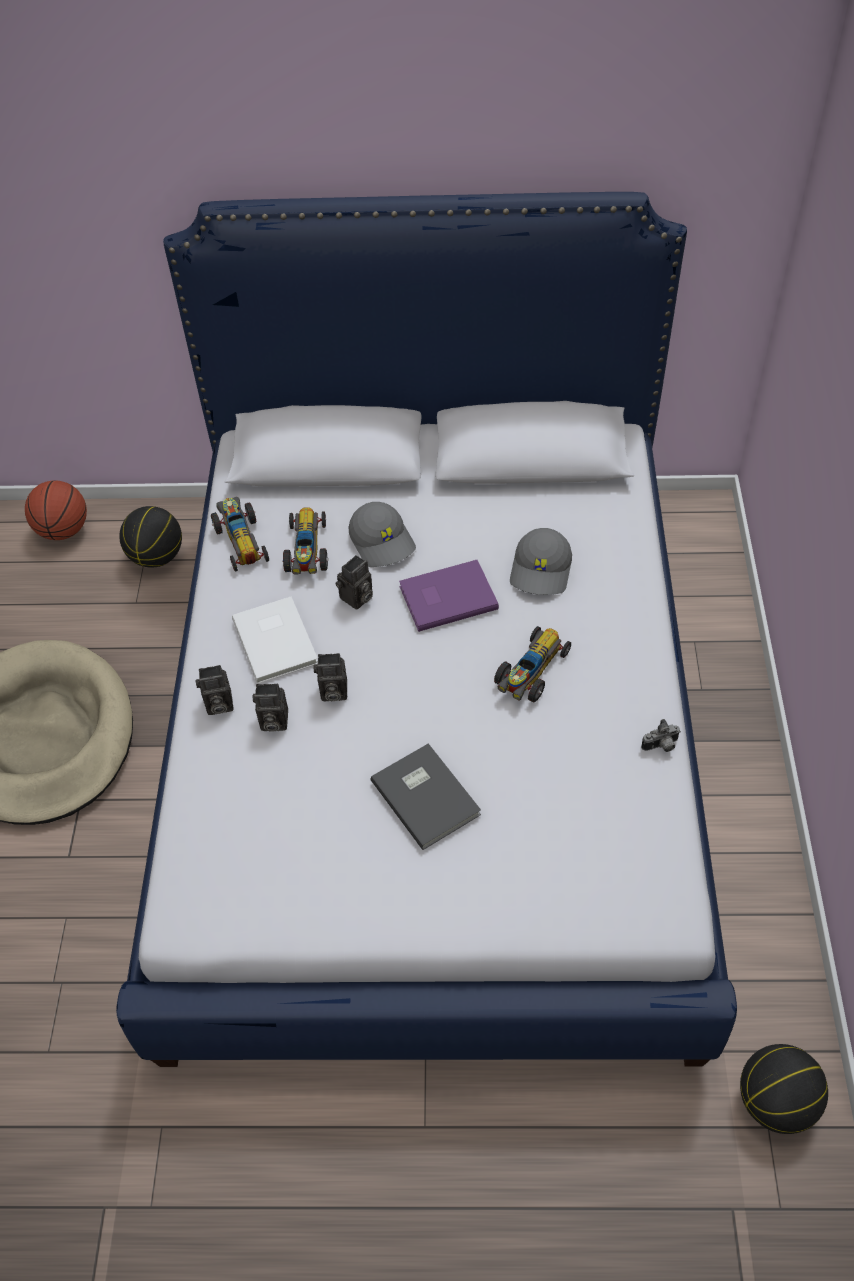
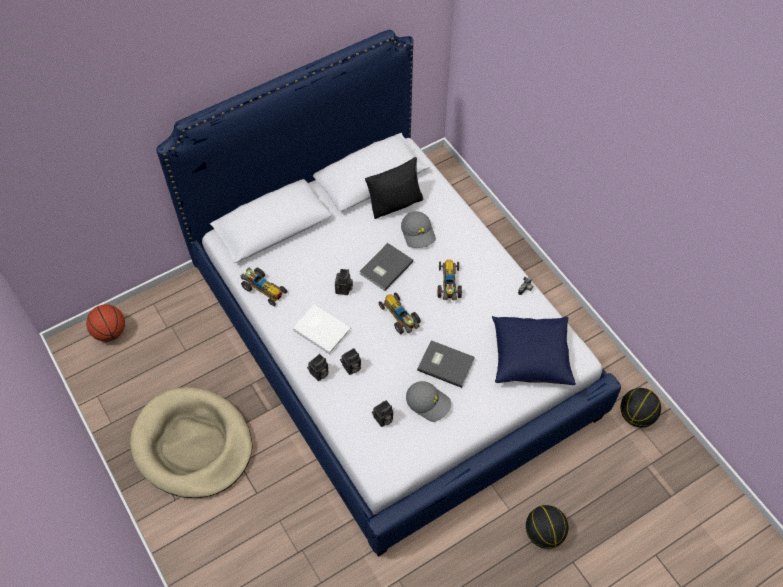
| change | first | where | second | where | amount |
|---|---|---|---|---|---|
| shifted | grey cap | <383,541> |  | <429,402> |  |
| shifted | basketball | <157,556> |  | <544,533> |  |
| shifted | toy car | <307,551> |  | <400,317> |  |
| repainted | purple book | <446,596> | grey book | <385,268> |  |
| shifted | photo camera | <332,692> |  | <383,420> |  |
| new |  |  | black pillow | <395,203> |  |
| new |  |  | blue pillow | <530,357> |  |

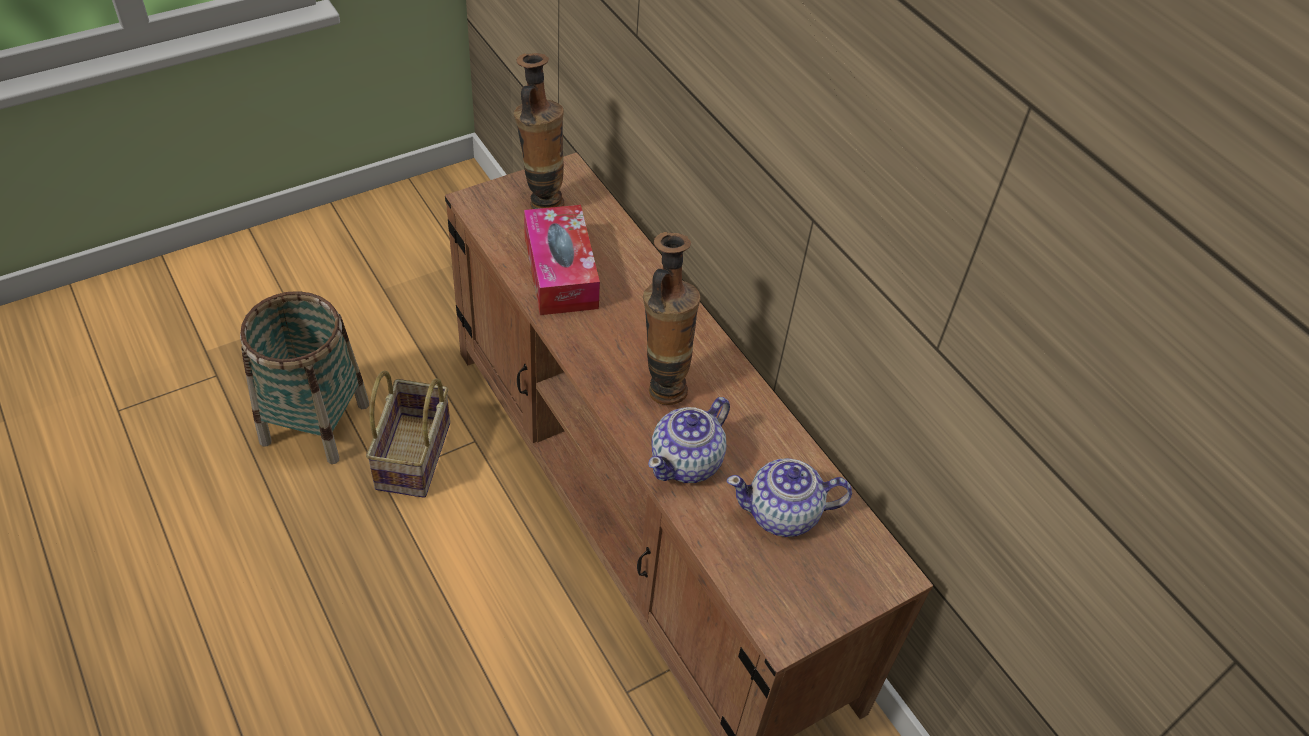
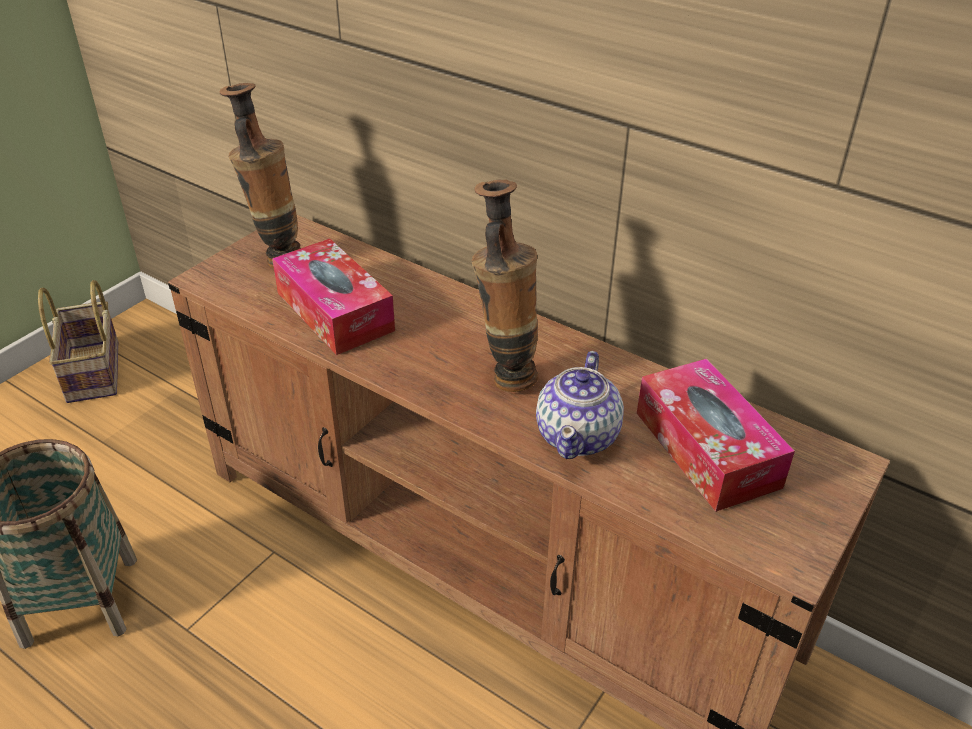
| change | first | where | second | where | amount |
|---|---|---|---|---|---|
| shifted | basket | <414,458> |  | <95,373> |  |
| swapped | teapot | <783,514> | tissue box | <706,449> |  |

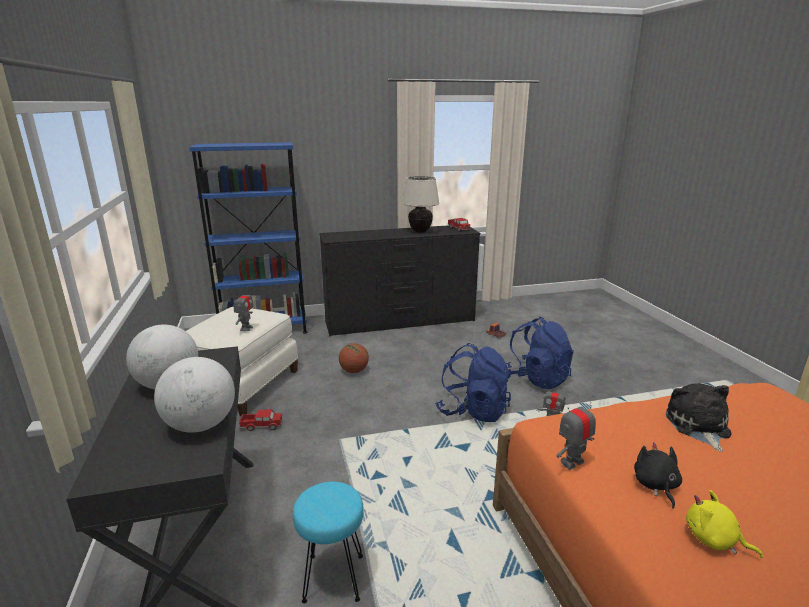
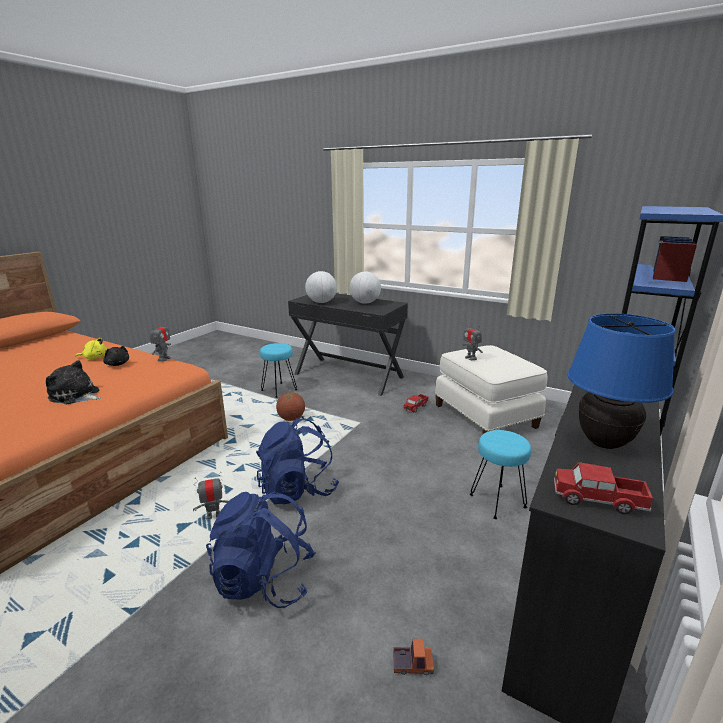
| change | first | where | second | where | amount |
|---|---|---|---|---|---|
| repainted | beige table lamp | <420,231> | blue table lamp | <604,443> |  |
| shifted | basketball | <354,371> |  | <291,419> |  |
| rotated | plush toy | <698,426> |  | <76,396> | 150 degrees clockwise |
| new |  |  | turquoise stool | <497,501> |  |

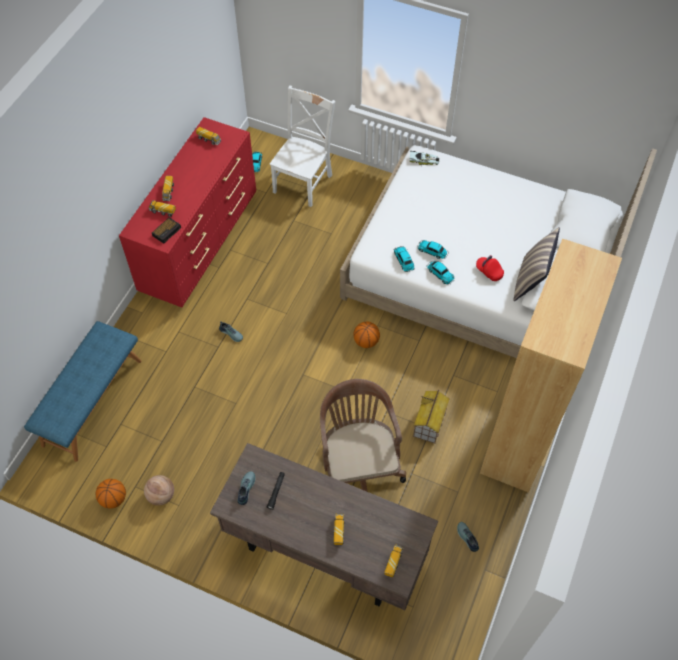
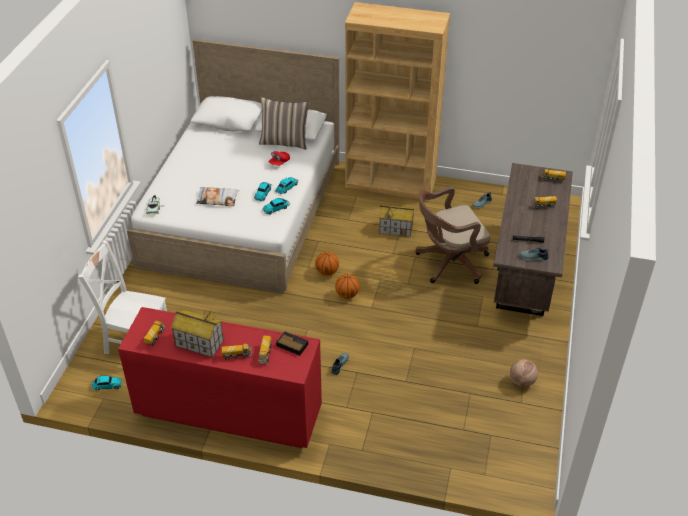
| change | first | where | second | where | amount |
|---|---|---|---|---|---|
| gone | blue bench | <92,401> |  |  |  |
| shifted | basketball | <113,499> |  | <347,295> |  |
| new |  |  | pillow | <217,199> |  |
| new |  |  | toy house | <199,343> |  |

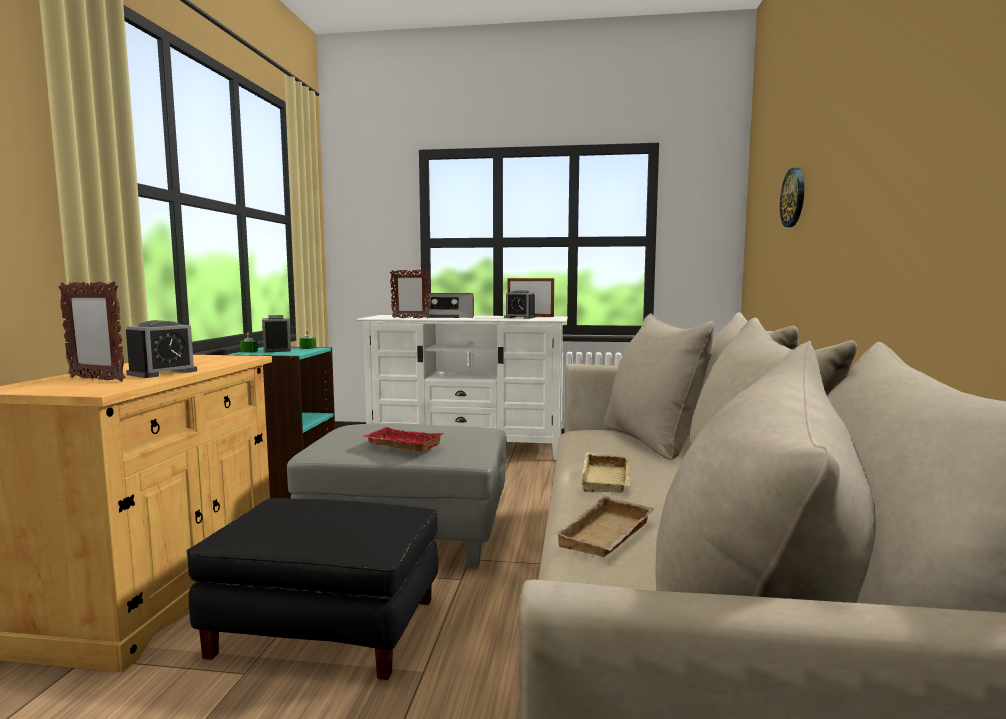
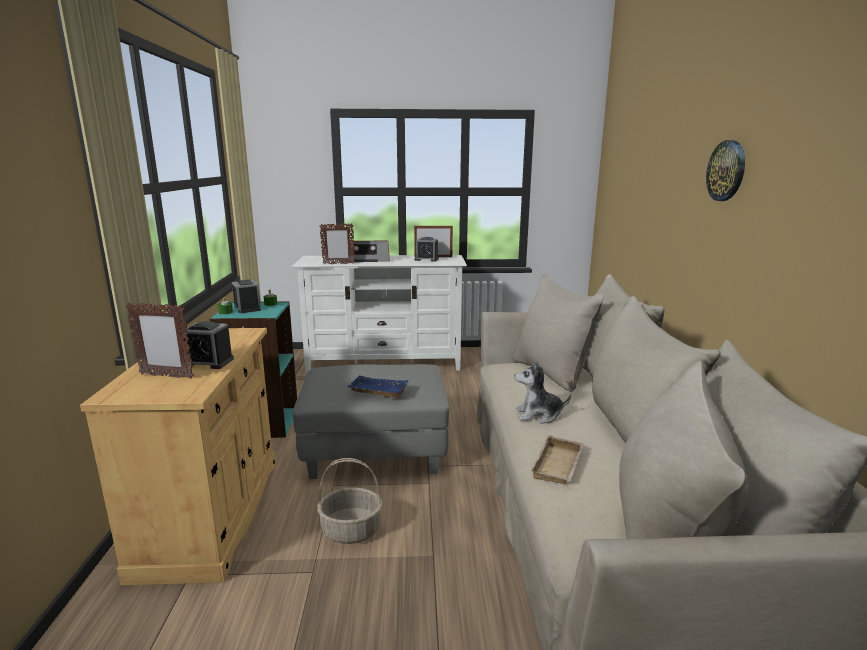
| change | first | where | second | where | amount |
|---|---|---|---|---|---|
| shifted | wall clock | <793,197> |  | <726,171> |  |
| rotated | alarm clock | <162,373> |  | <208,362> | 75 degrees clockwise |
| repainted | red tray | <401,445> | blue tray | <377,391> |  |
| swapped | beige tray | <608,480> | plush toy | <538,415> |  |
| swapped | black ottoman | <327,626> | basket | <352,530> |  |

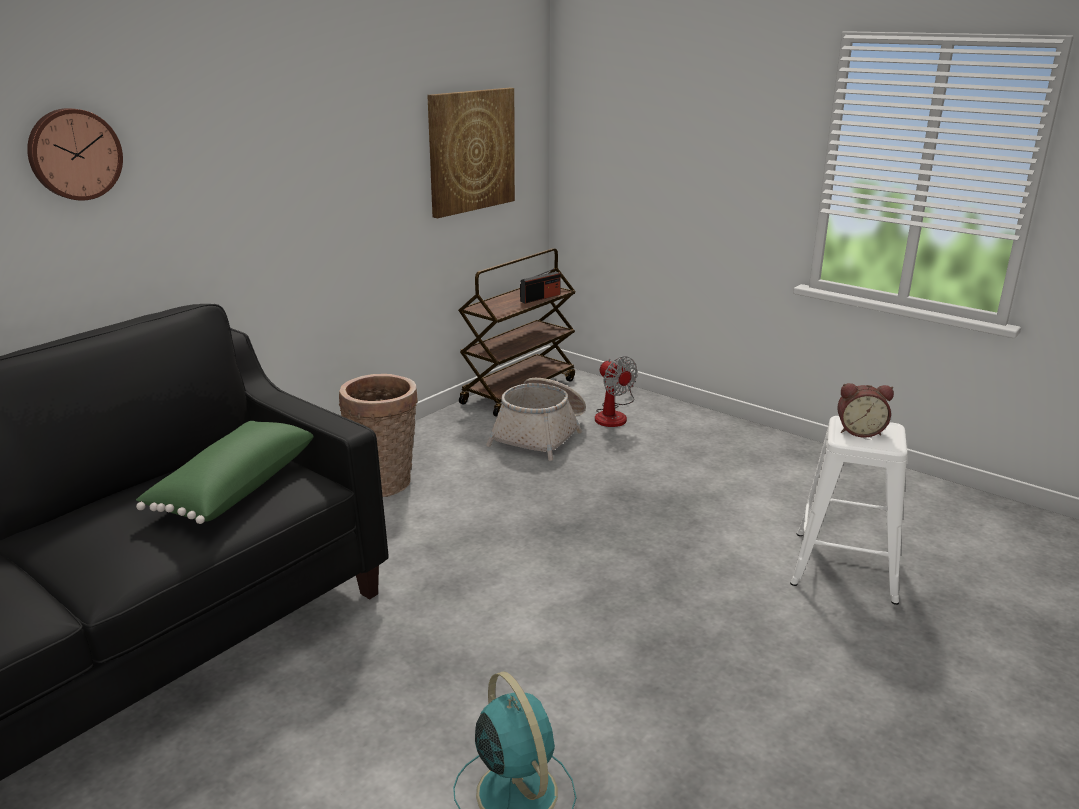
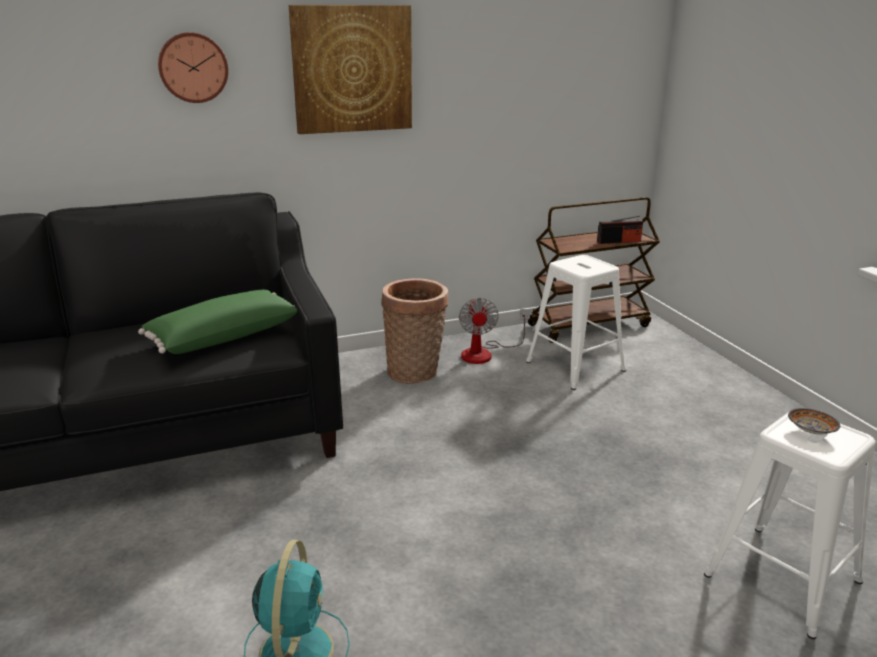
| change | first | where | second | where | amount |
|---|---|---|---|---|---|
| shifted | picture | <471,151> |  | <352,69> |  |
| shifted | fan | <613,415> |  | <485,353> |  |
| swapped | basket | <541,434> | white stool | <576,366> |  |
| swapped | alarm clock | <859,431> | bowl | <811,431> |  |

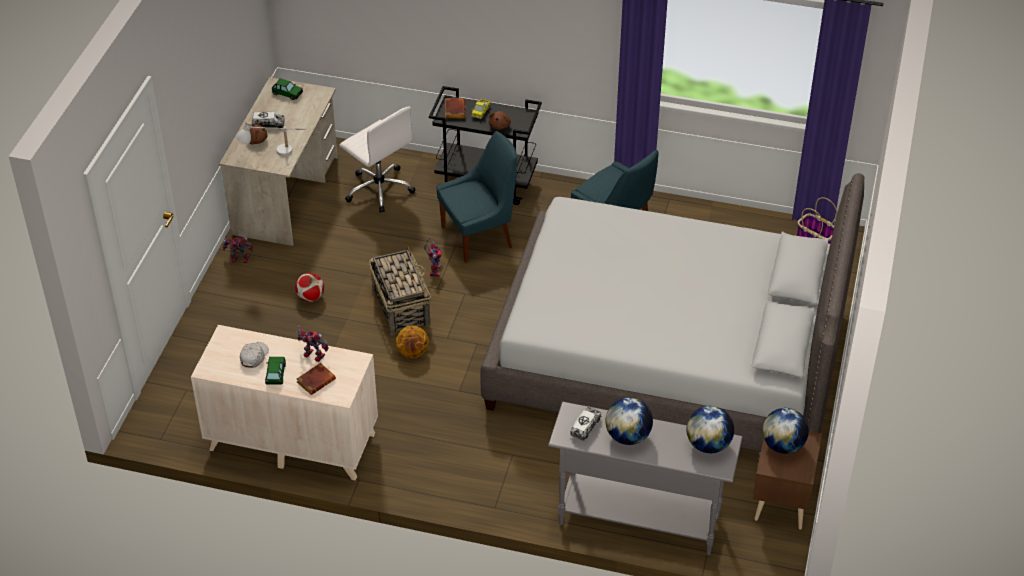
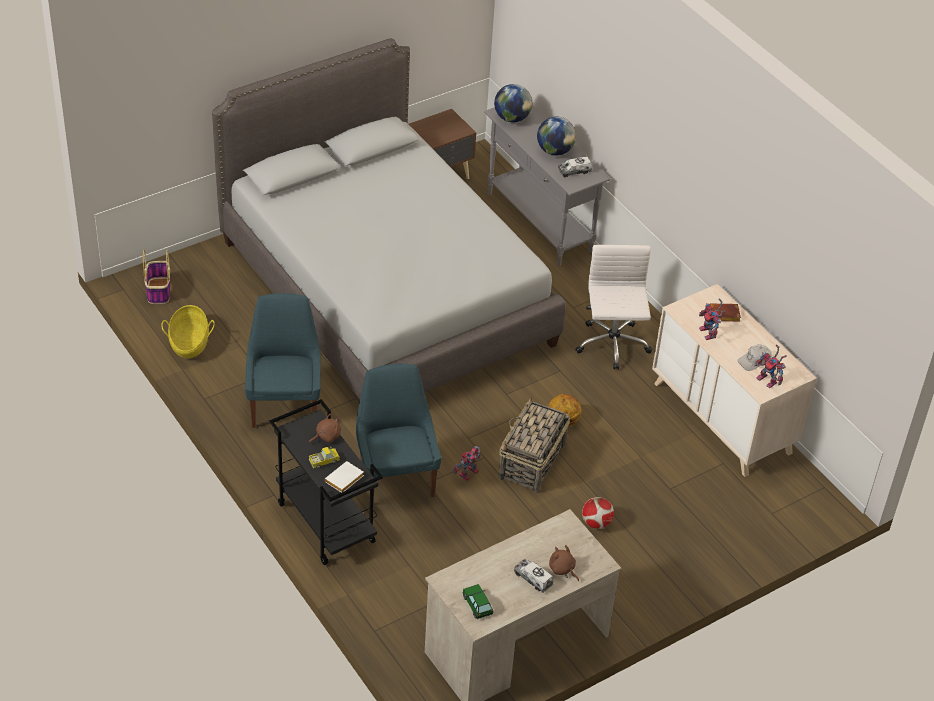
| change | first | where | second | where | amount |
|---|---|---|---|---|---|
| repainted | brown book | <454,110> | white book | <344,480> |  |
| shifted | white office chair | <379,189> |  | <612,345> |  |
| gone | white table lamp | <274,155> |  |  |  |
| rotated | blue chair | <479,236> |  | <396,477> | 60 degrees clockwise |
| shifted | toy robot | <238,260> |  | <769,381> |  |
| gone | toy car | <275,374> |  |  |  |
| gone | globe | <782,445> |  |  |  |
| new |  |  | basket | <189,343> |  |

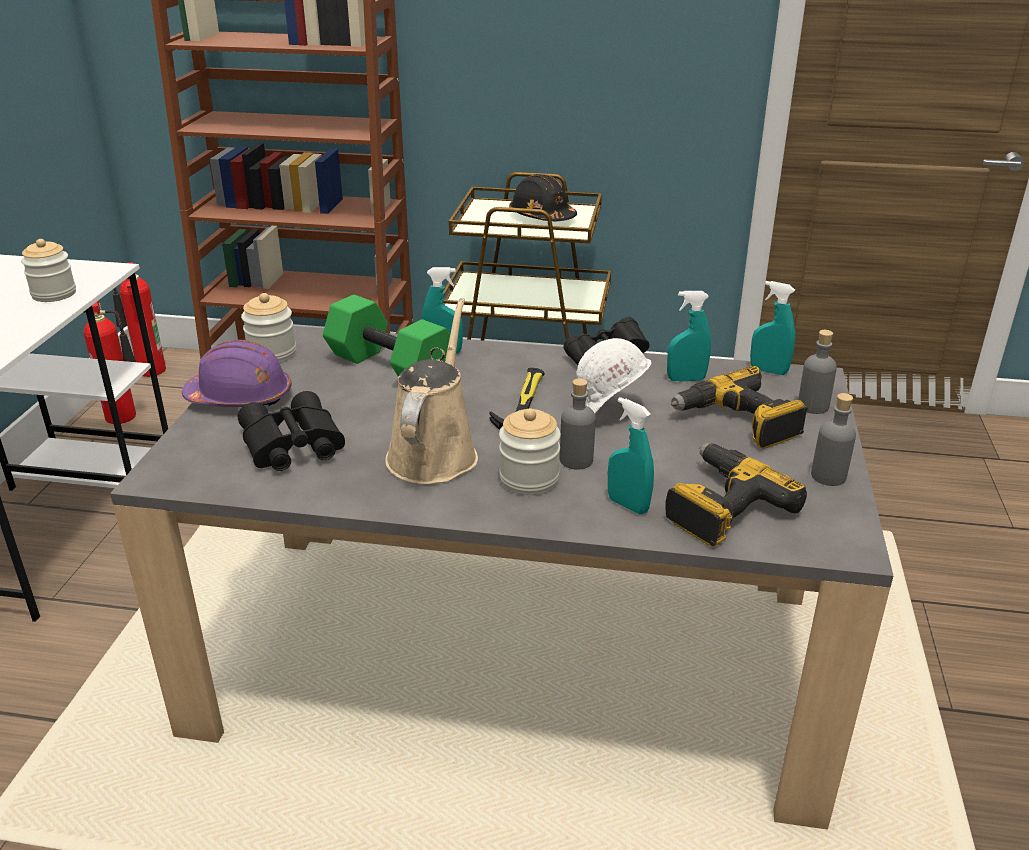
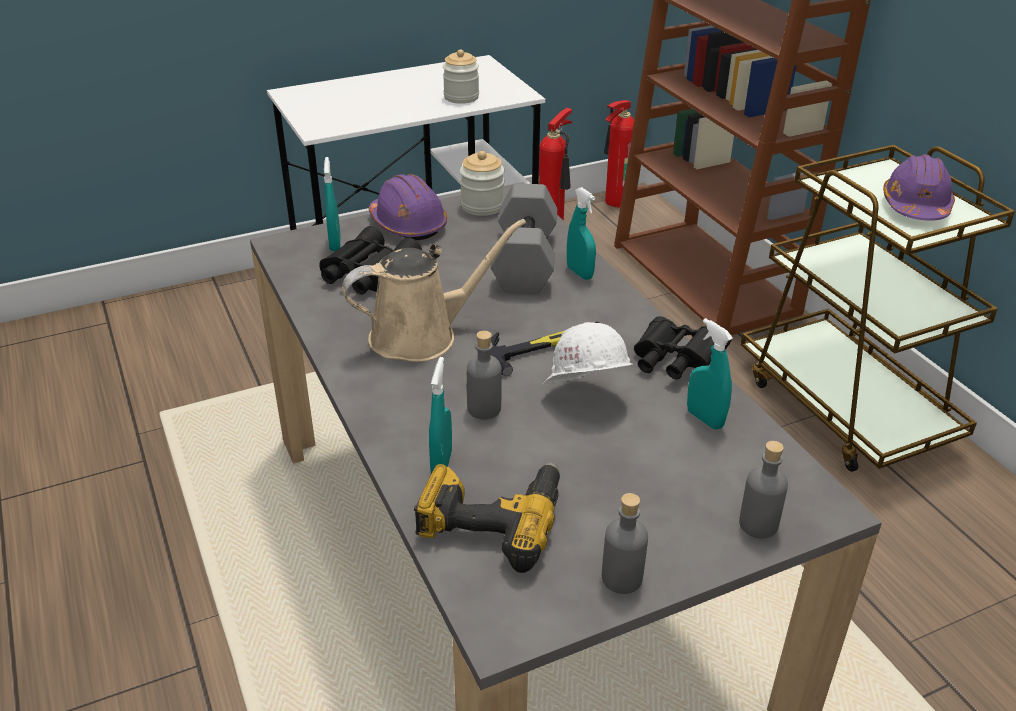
| change | first | where | second | where | amount |
|---|---|---|---|---|---|
| repainted | black hard hat | <542,217> | purple hard hat | <915,206> |  |
| shifted | turquoise spray bottle | <768,371> |  | <335,244> |  |
| repainted | green dumbbell | <388,368> | grey dumbbell | <523,260> |  |
| gone | power drill | <738,422> |  |  |  |
| gone | jar | <529,479> |  |  |  |

